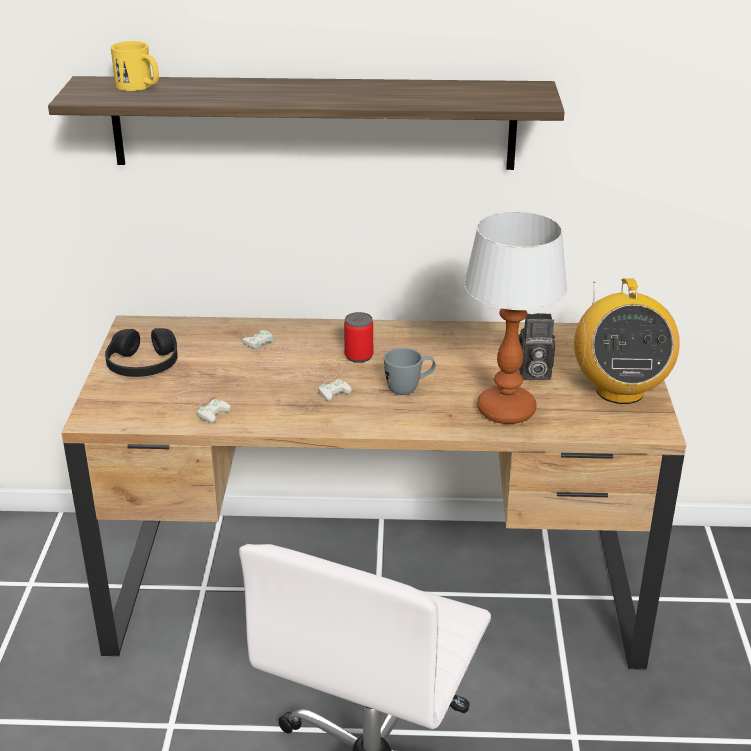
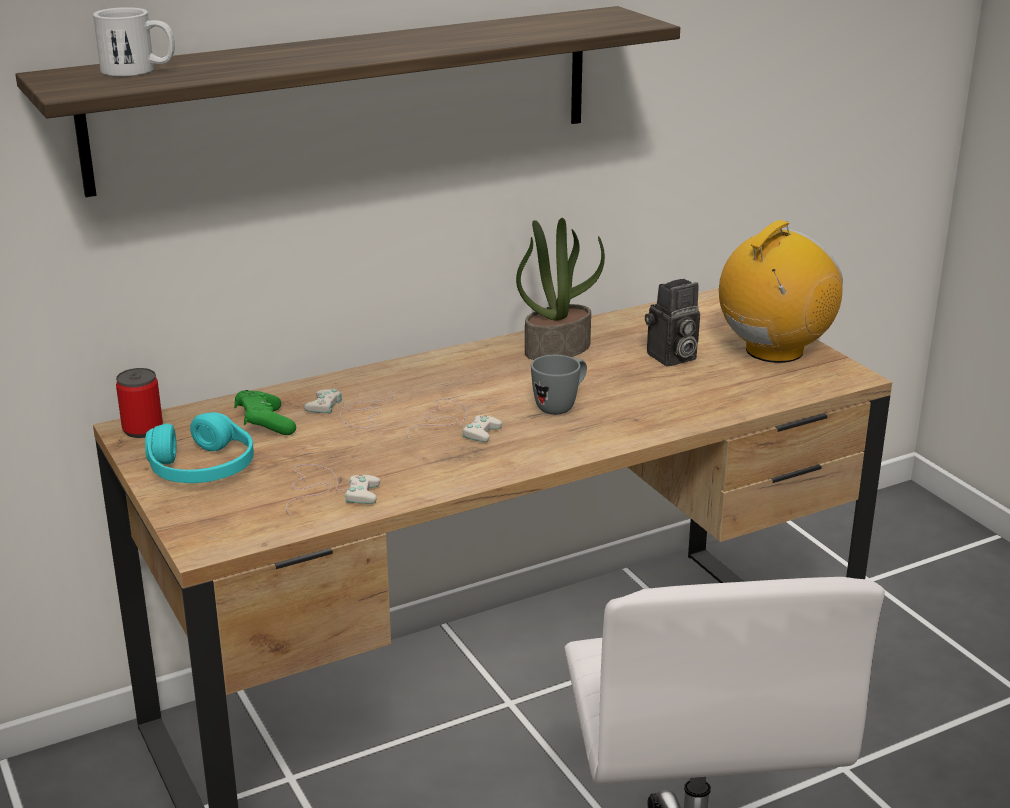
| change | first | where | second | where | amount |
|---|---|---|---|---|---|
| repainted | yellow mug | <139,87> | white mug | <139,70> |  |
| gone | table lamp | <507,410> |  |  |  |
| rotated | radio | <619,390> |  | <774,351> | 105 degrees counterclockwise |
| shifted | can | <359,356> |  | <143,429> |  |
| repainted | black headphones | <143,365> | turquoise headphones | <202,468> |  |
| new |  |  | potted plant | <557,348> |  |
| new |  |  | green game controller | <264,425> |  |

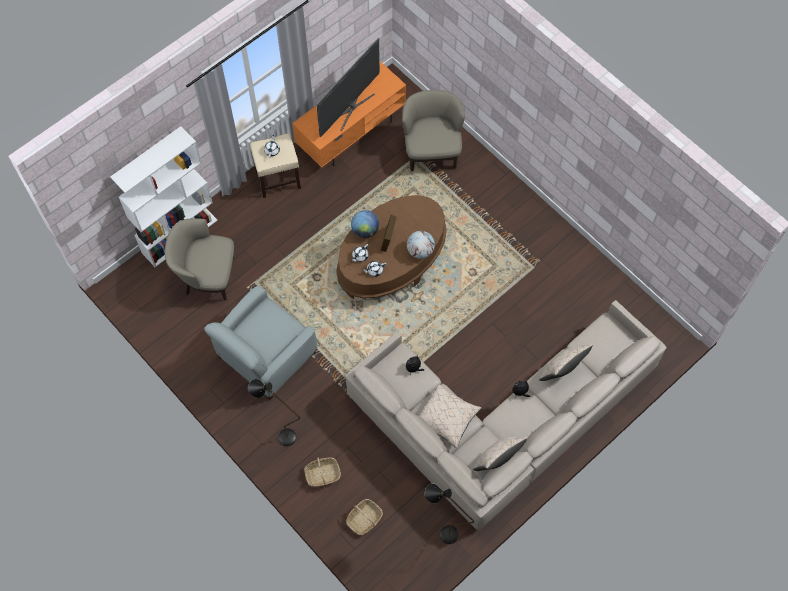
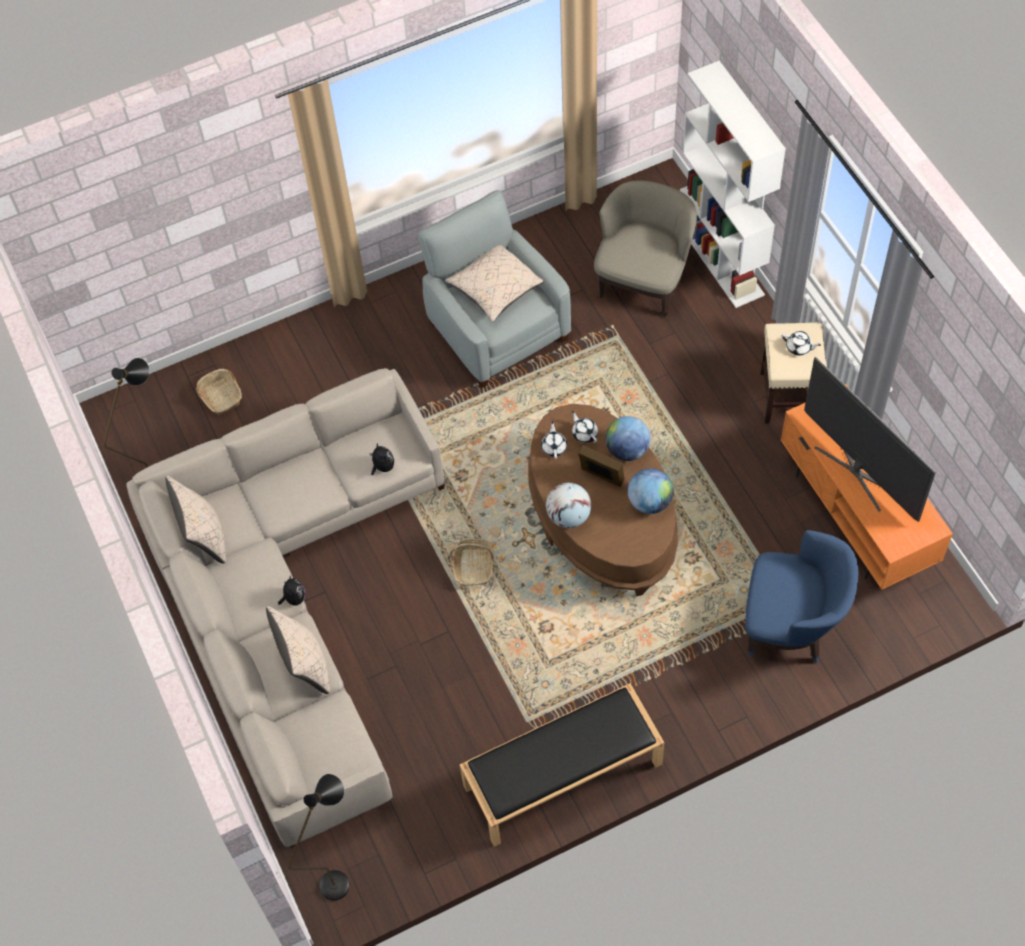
| change | first | where | second | where | amount |
|---|---|---|---|---|---|
| repainted | beige armchair | <431,151> | blue armchair | <791,626> |  |
| shifted | black floor lamp | <280,435> |  | <341,876> |  |
| shifted | beige pillow | <447,419> |  | <495,289> |  |
| shifted | basket | <322,474> |  | <474,566> |  |
| new |  |  | globe | <649,502> |  |
| new |  |  | black bench | <562,776> |  |

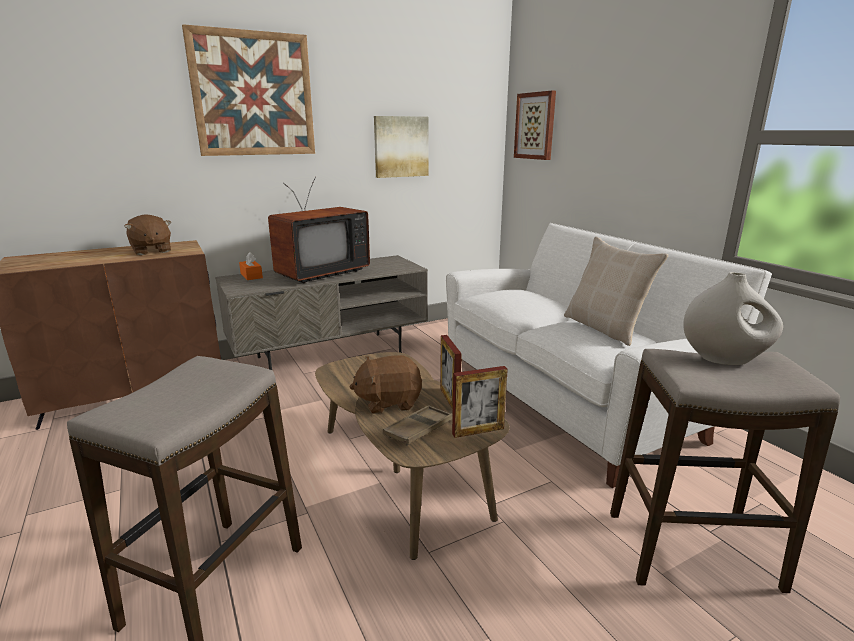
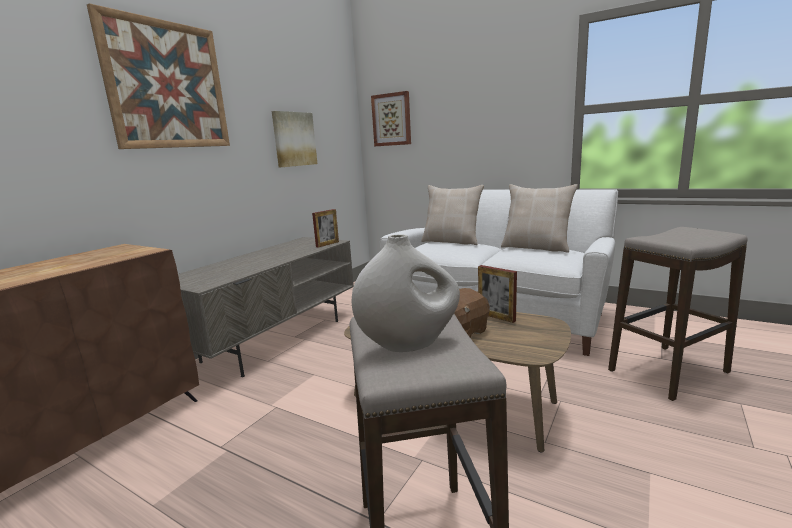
| change | first | where | second | where | amount |
|---|---|---|---|---|---|
| gone | television | <318,273> |  |  |  |
| gone | brown plush toy | <151,251> |  |  |  |
| gone | orange tissue box | <251,276> |  |  |  |
| shifted | white vase | <724,359> |  | <410,343> |  |
| shifted | picture frame | <478,431> |  | <327,244> |  |
| gone | brown tray | <419,429> |  |  |  |
| new |  |  | beige pillow | <452,241> |  |

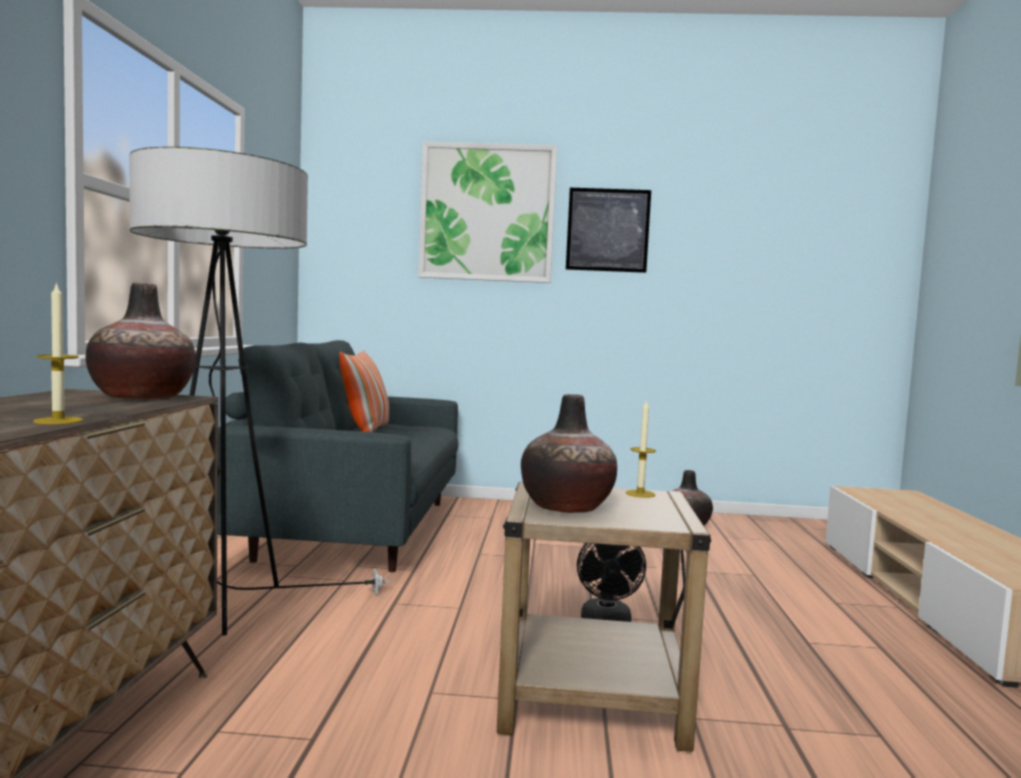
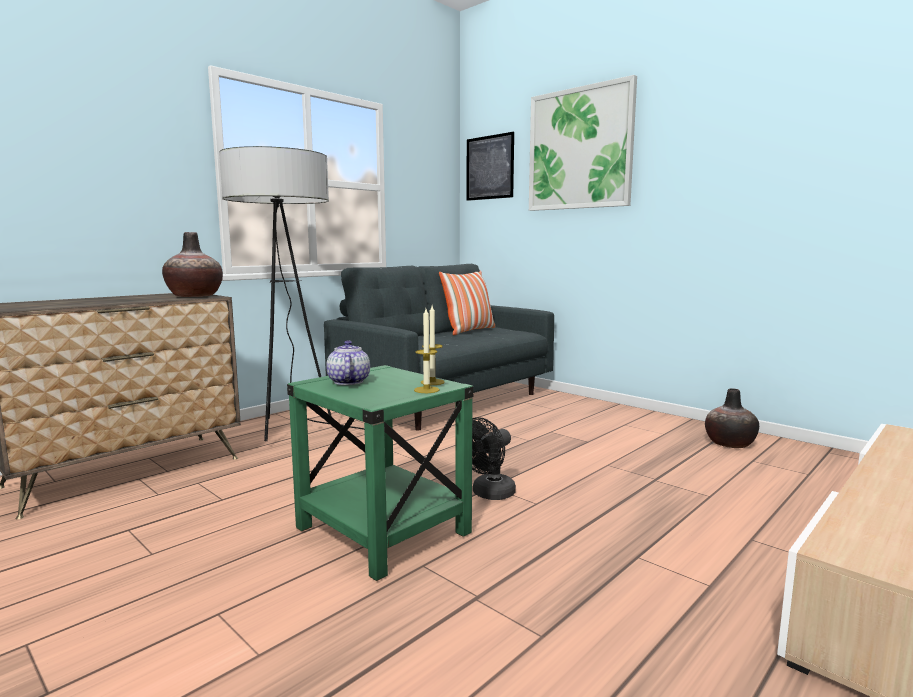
| change | first | where | second | where | amount |
|---|---|---|---|---|---|
| shifted | picture | <608,230> |  | <489,167> |  |
| shifted | candle | <58,421> |  | <426,390> |  |
| swapped | vase | <567,506> | teapot | <348,382> |  |
| repainted | beige side table | <589,699> | green side table | <382,531> |  |

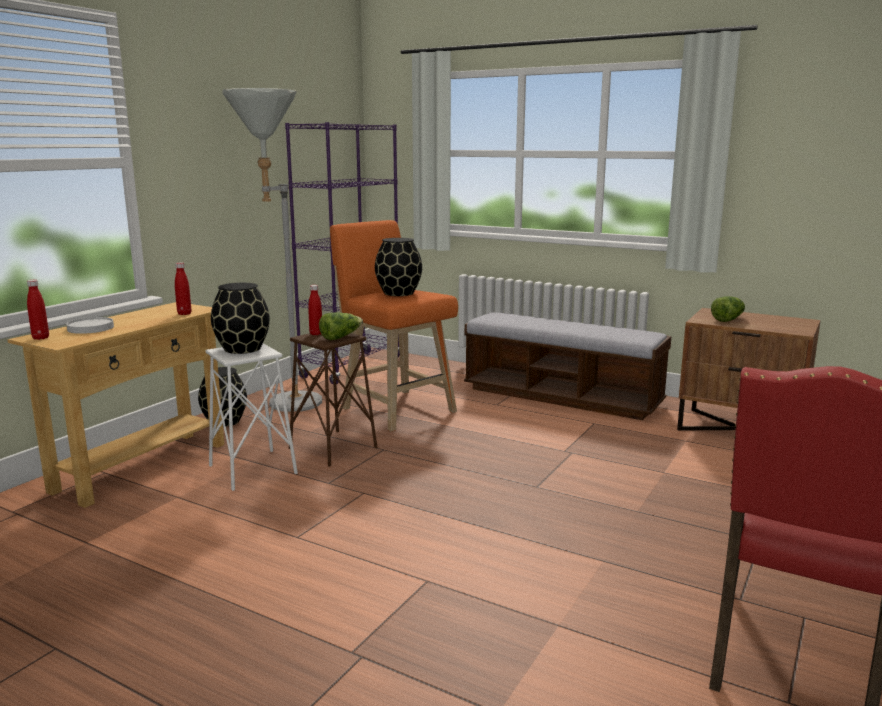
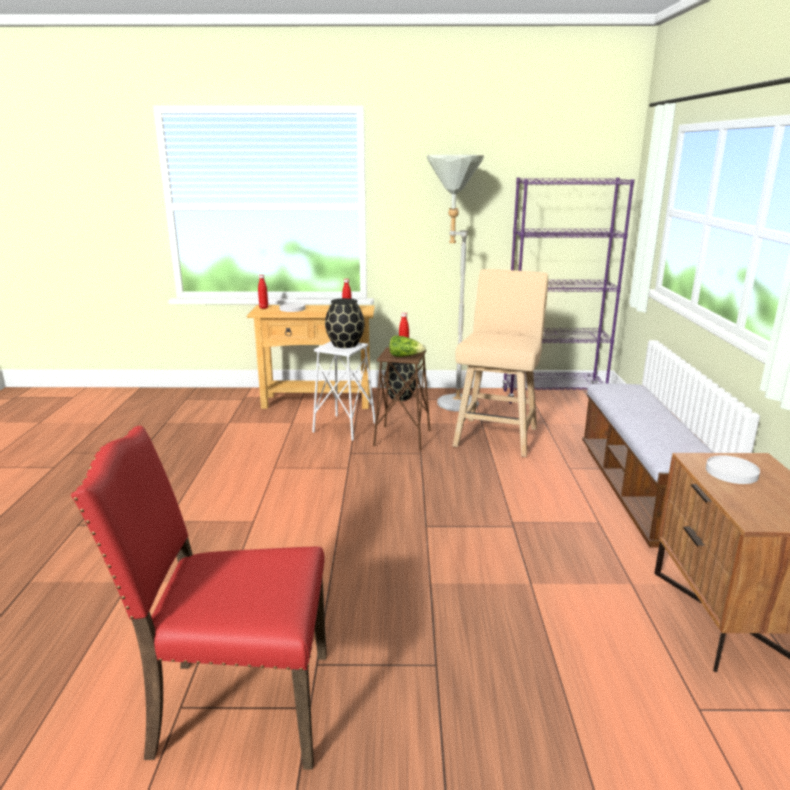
| change | first | where | second | where | amount |
|---|---|---|---|---|---|
| repainted | orange stool | <395,409> | beige stool | <497,435> |  |
| gone | black vase | <398,293> |  |  |  |
| swapped | lettuce | <727,319> | white plate | <731,472> |  |

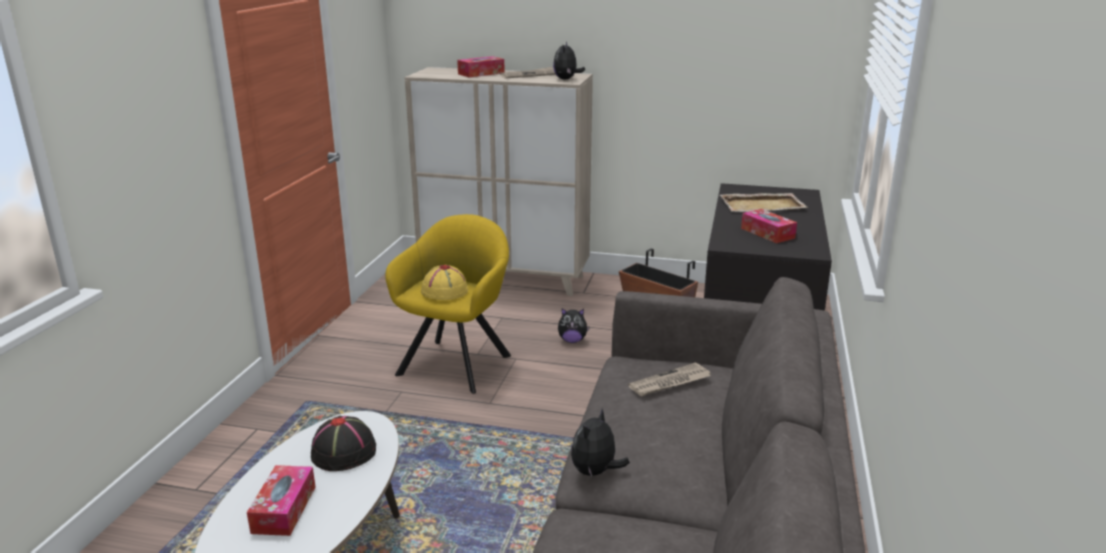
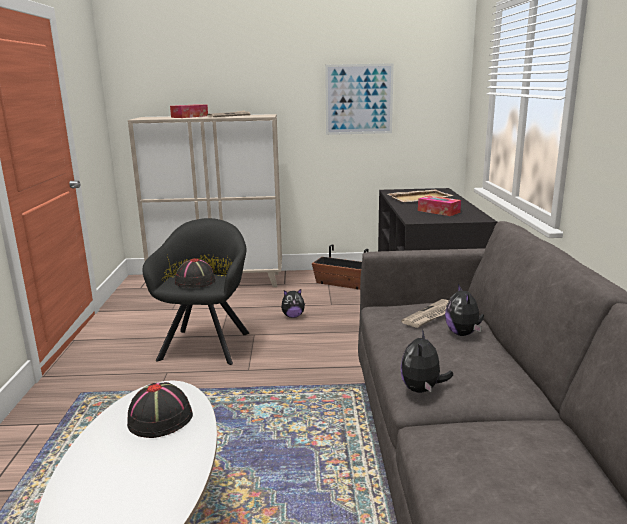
| change | first | where | second | where | amount |
|---|---|---|---|---|---|
| shifted | plush toy | <566,79> |  | <463,334> |  |
| repainted | yellow armchair | <458,362> | black armchair | <207,343> |  |
| repainted | yellow hat | <444,291> | black hat | <195,281> |  |
| gone | tissue box | <284,509> |  |  |  |
| new |  |  | picture | <359,99> |  |

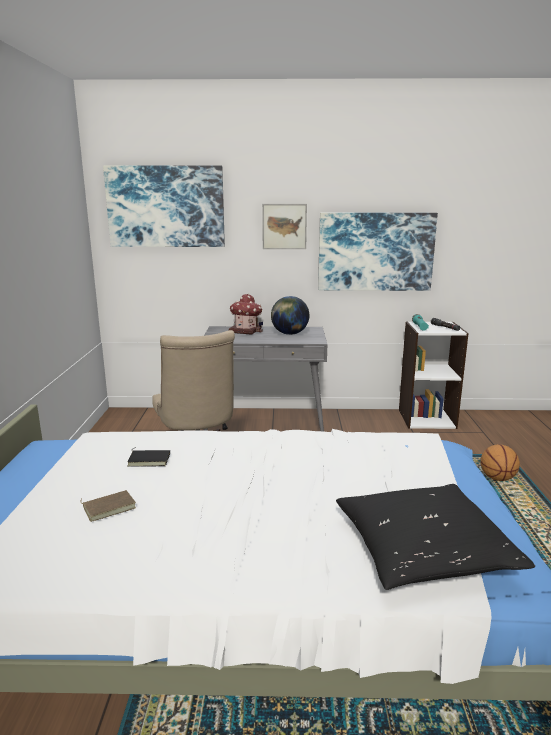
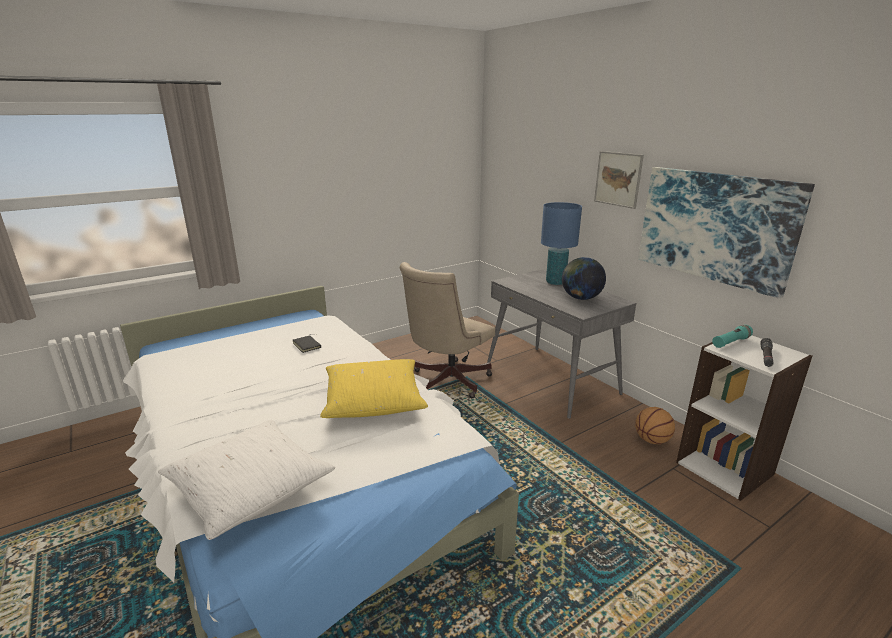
| change | first | where | second | where | amount |
|---|---|---|---|---|---|
| gone | picture | <165,206> |  |  |  |
| swapped | toy house | <246,330> | blue table lamp | <555,282> |  |
| shifted | basketball | <497,478> |  | <651,440> |  |
| repainted | black pillow | <423,550> | white pillow | <249,487> |  |
| gone | brown book | <109,507> |  |  |  |
| new |  |  | yellow pillow | <373,400> |  |

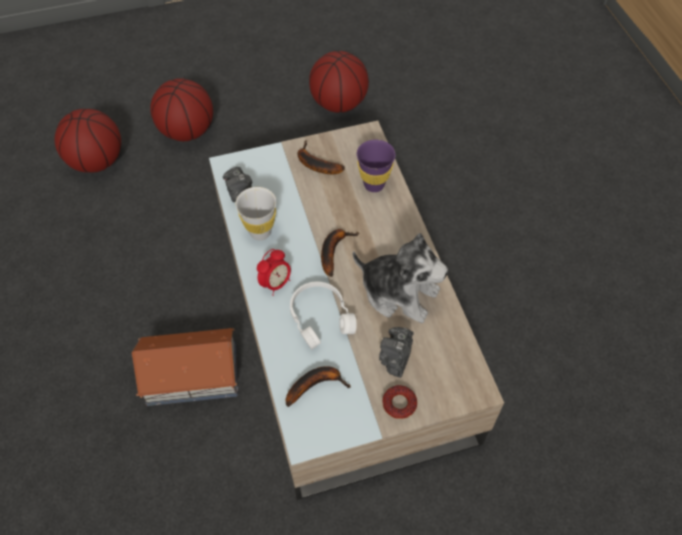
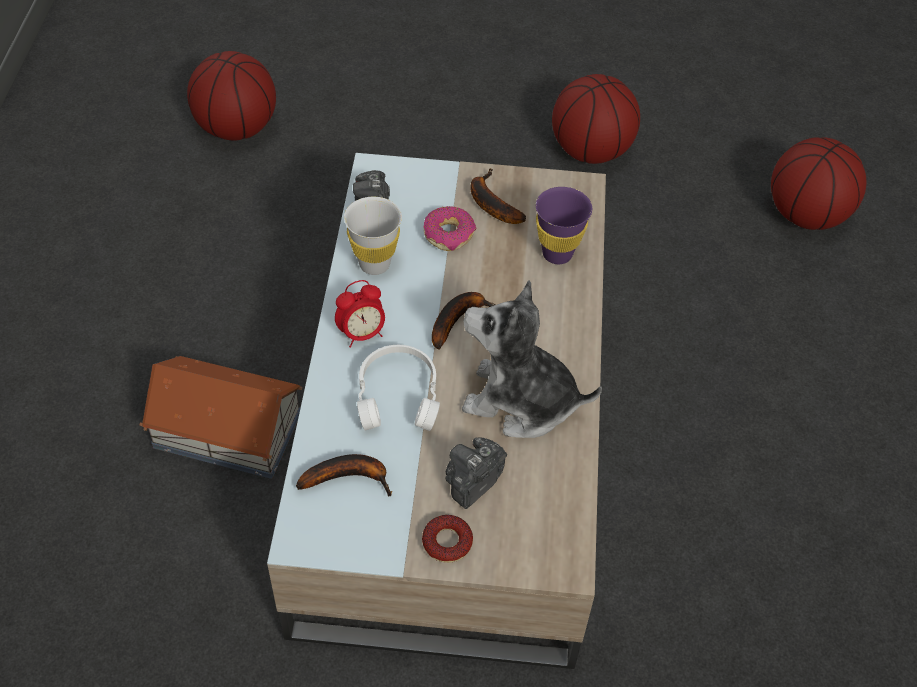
| change | first | where | second | where | amount |
|---|---|---|---|---|---|
| shifted | basketball | <187,131> |  | <807,215> |  |
| rotated | plush toy | <399,292> |  | <520,401> | 150 degrees clockwise |
| new |  |  | donut | <449,234> |  |

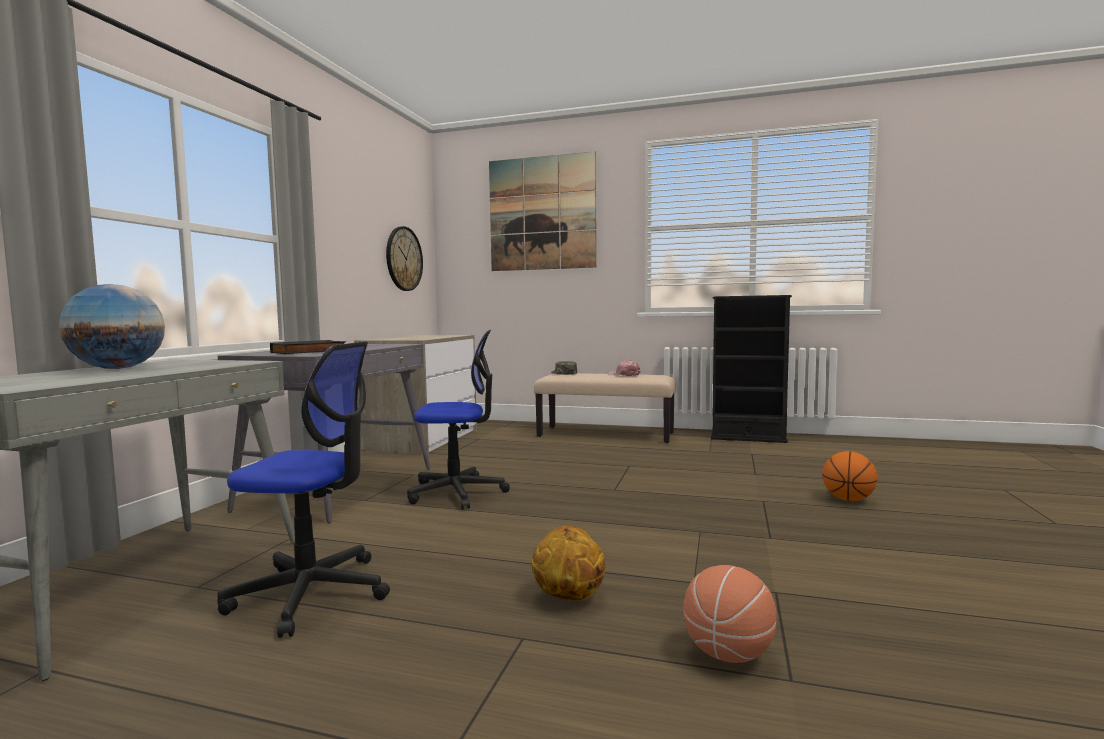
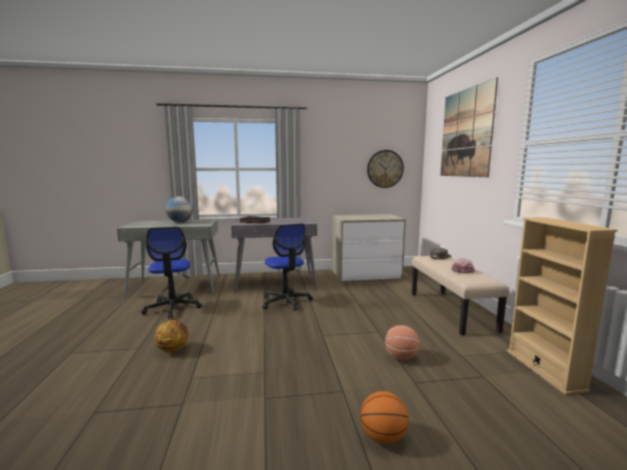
| change | first | where | second | where | amount |
|---|---|---|---|---|---|
| repainted | black bookcase | <748,438> | beige bookcase | <544,370> |  |
| shifted | basketball | <728,654> |  | <401,357> |  |

